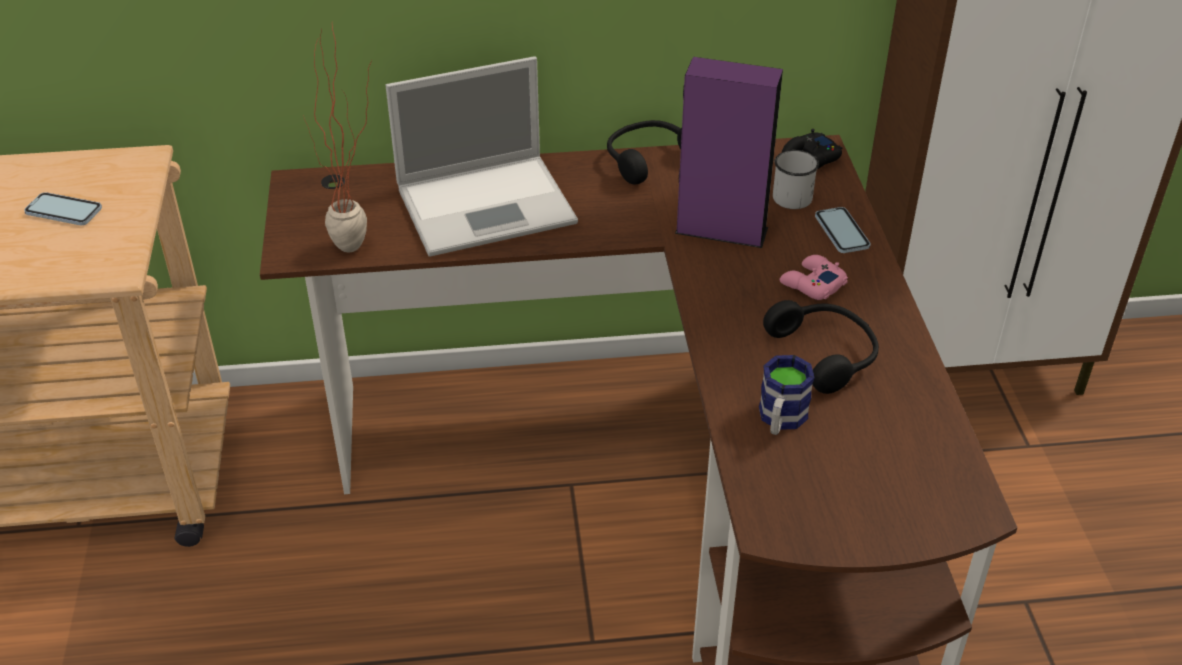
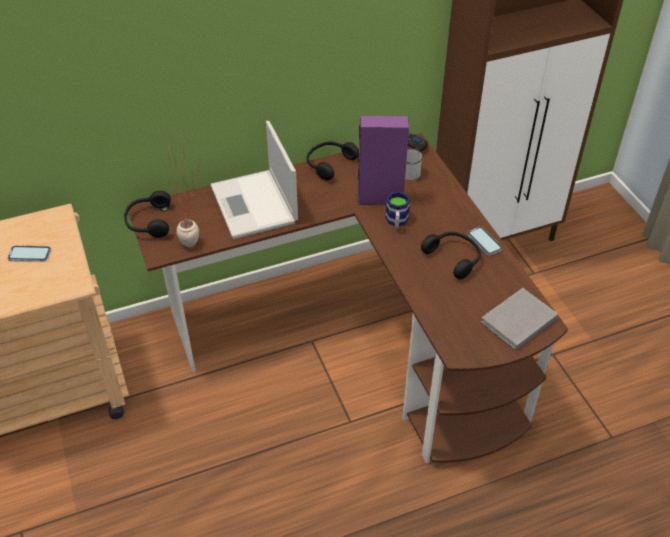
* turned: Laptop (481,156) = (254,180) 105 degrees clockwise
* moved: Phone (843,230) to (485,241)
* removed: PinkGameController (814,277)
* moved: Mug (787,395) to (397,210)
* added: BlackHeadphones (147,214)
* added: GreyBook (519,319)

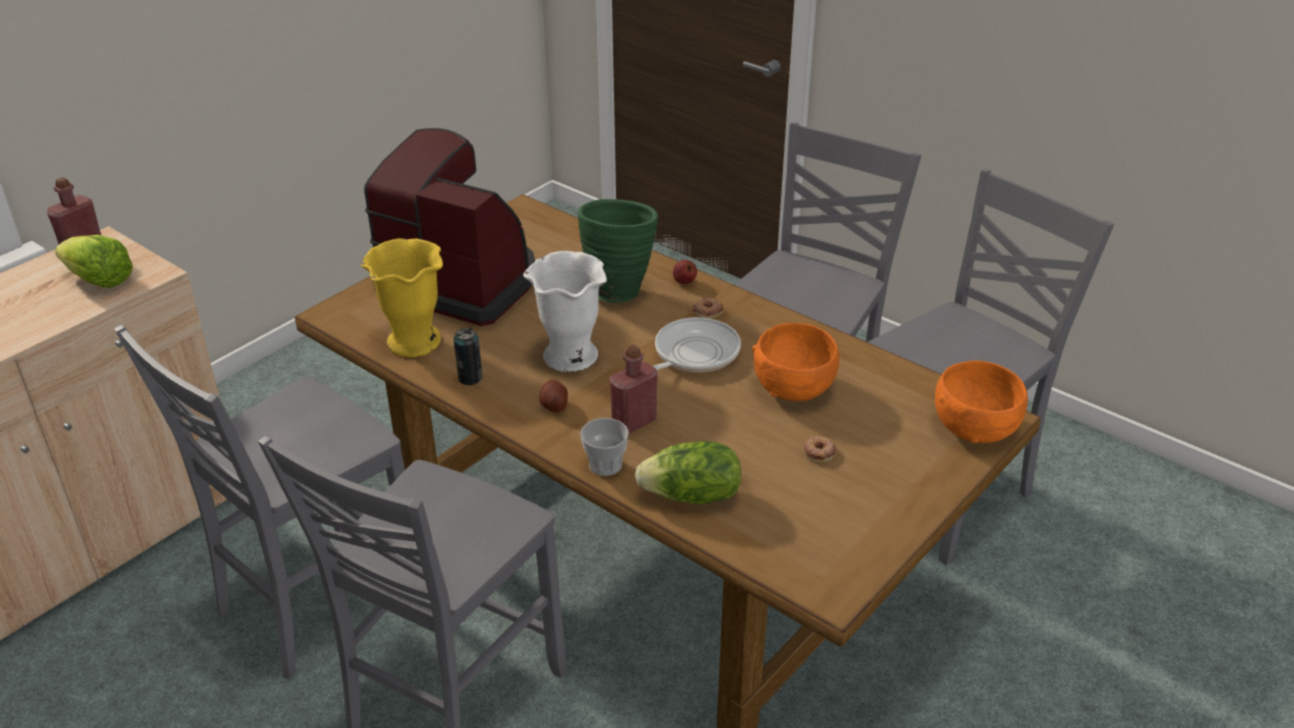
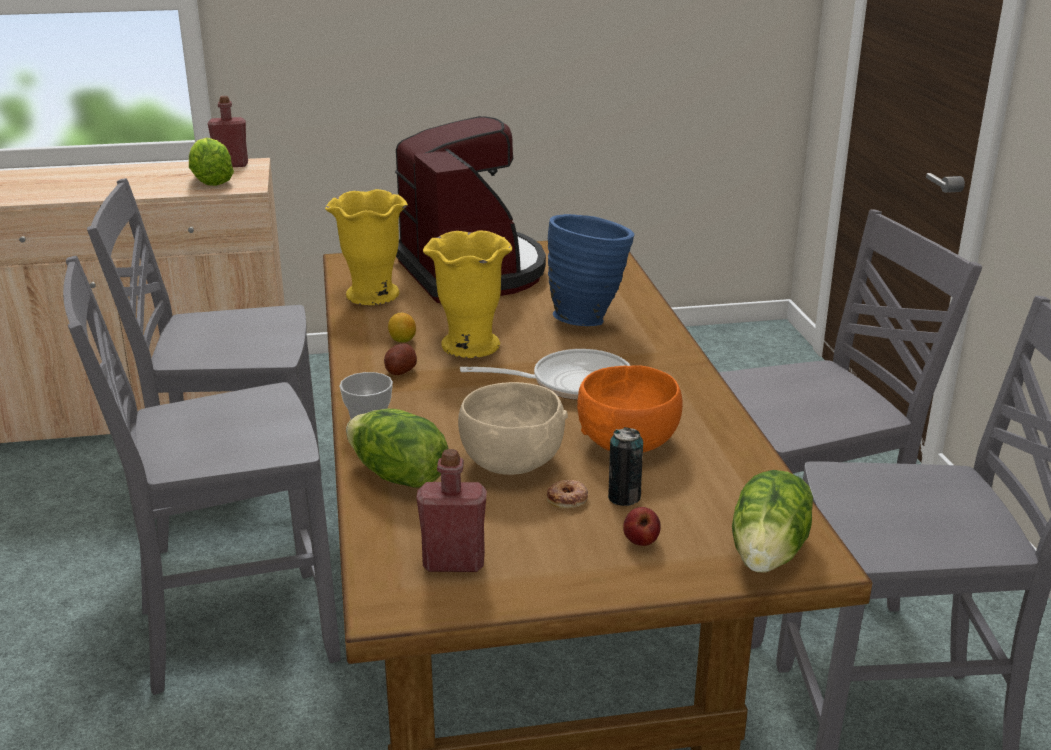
* recoloured: GreenVase (618,251) to BlueVase (591,270)
* recoloured: WhiteVase (565,311) to YellowVase (467,294)
* moved: Apple (685,272) to (642,526)
* removed: Donut (708,308)
* moved: Can (468,356) to (625,466)
* moved: RedBottle (633,389) to (451,510)
* replaced: OrangeBowl (981,401) to Lettuce (772,521)
* added: Lemon (402,327)
* added: BeigeBowl (513,428)

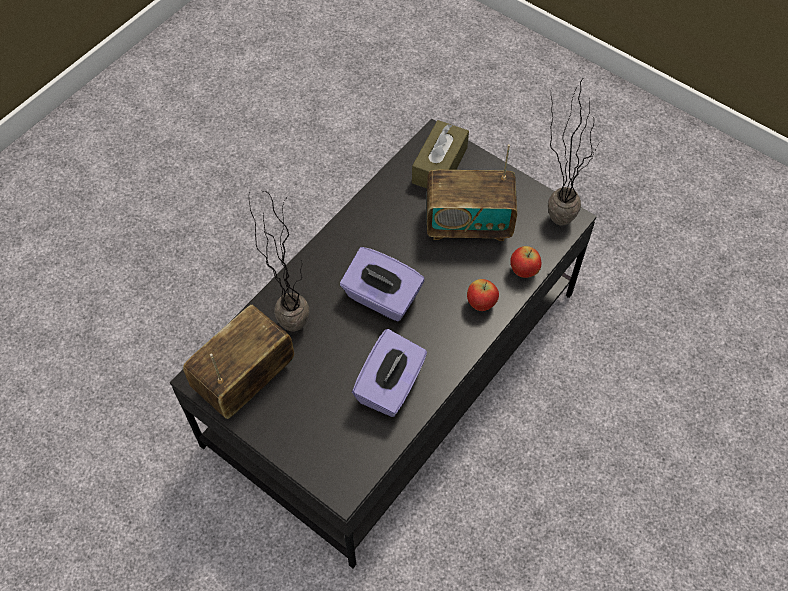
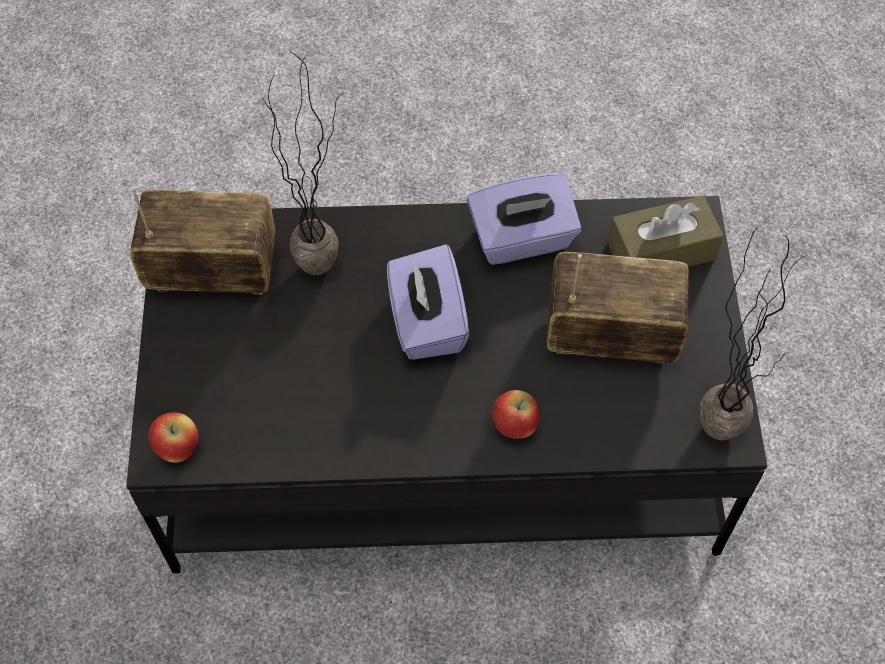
* turned: Radio (472,192) = (617,308) 135 degrees clockwise
* moved: Apple (525,262) to (173,437)
* moved: PurpleTissueBox (389,373) to (524,219)

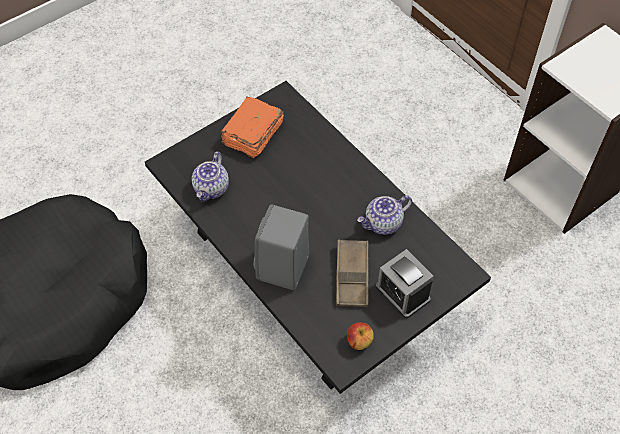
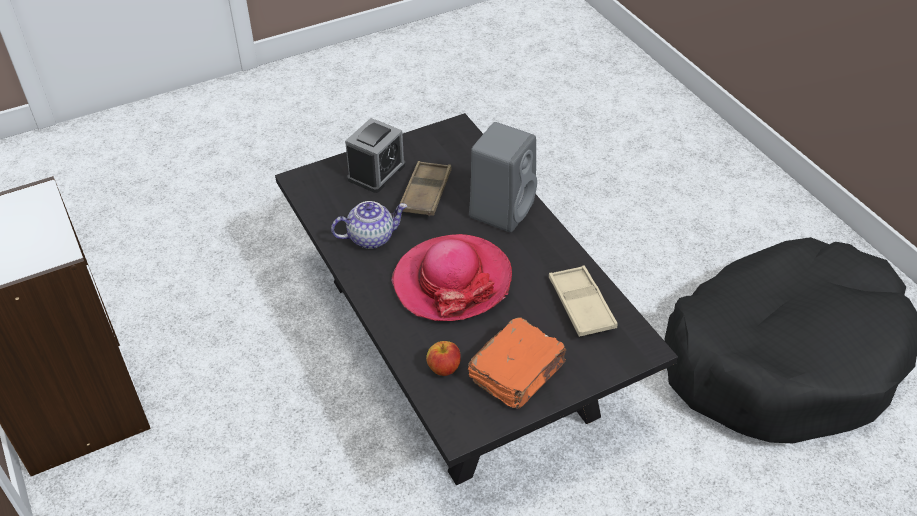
* replaced: Teapot (210,176) to BeigeTray (583,301)
* turned: AlarmClock (405,284) = (375,155) 60 degrees clockwise
* moved: Apple (360,336) to (443,358)
* added: Hat (451,277)

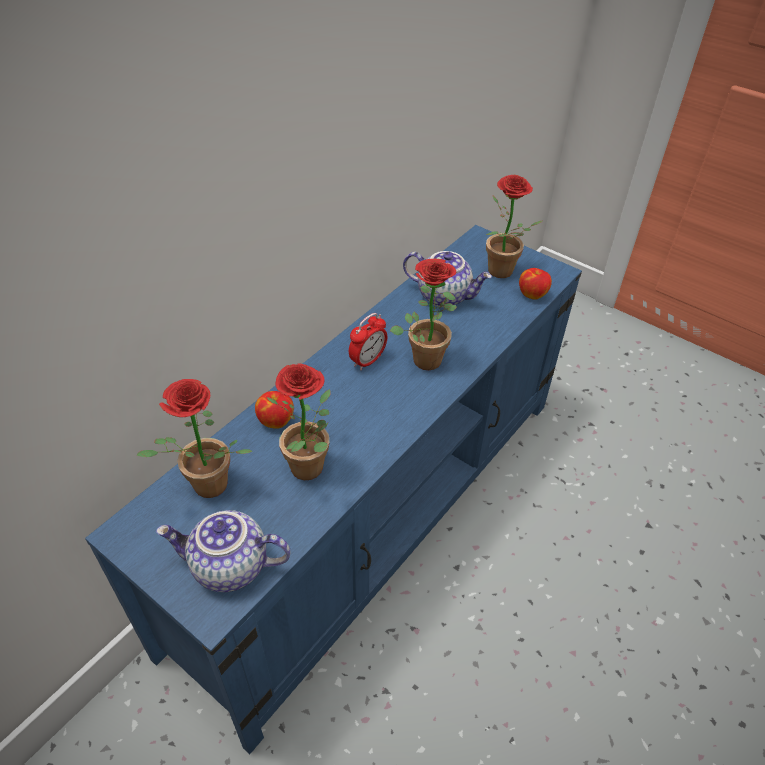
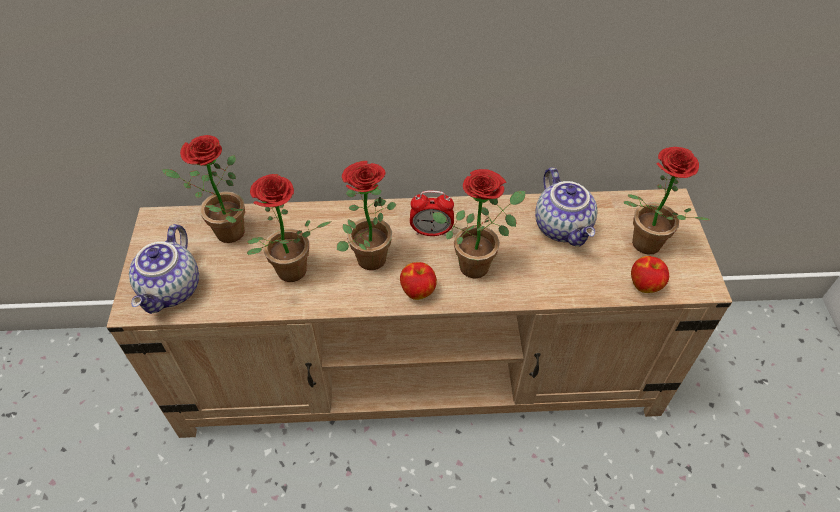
* recoloured: BlueTvStand (333,489) to BeigeTvStand (419,313)
* moved: Apple (274,410) to (418,281)
* turned: Teapot (223,551) = (164,269) 135 degrees counterclockwise
* added: PottedPlant (367,215)

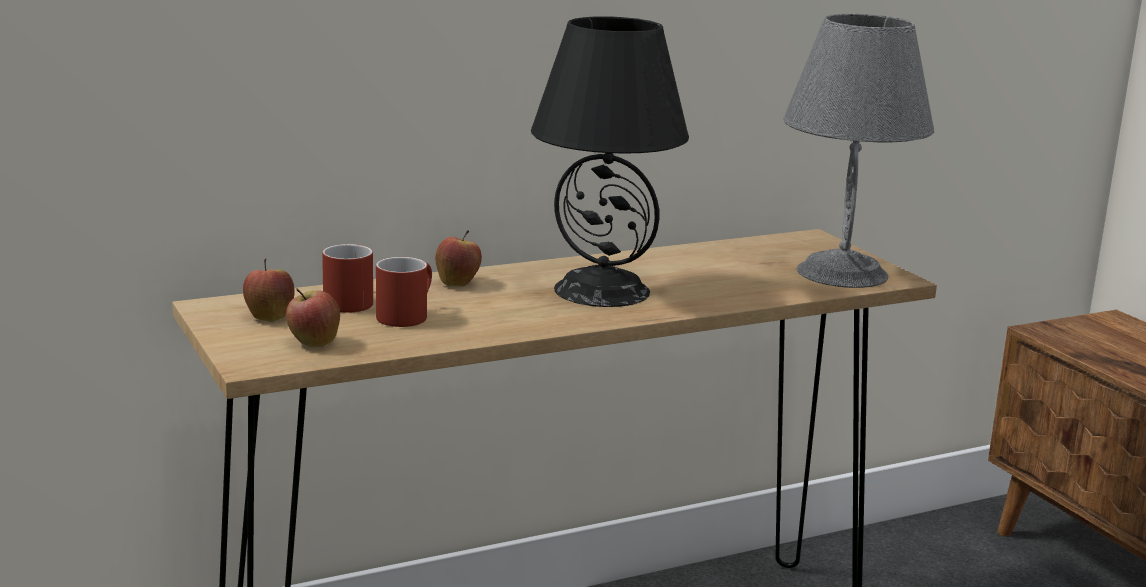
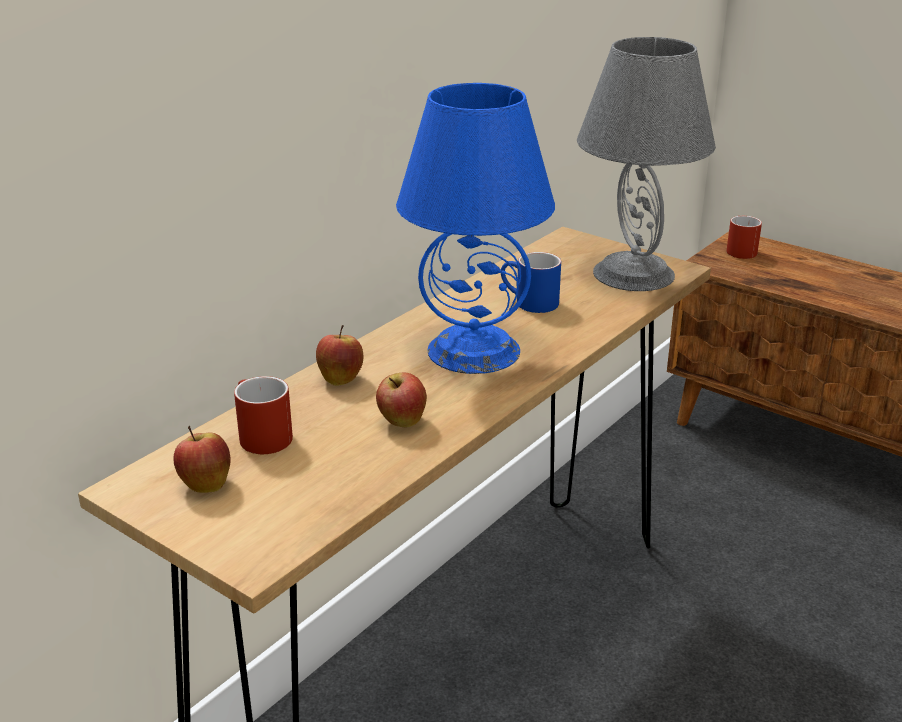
* recoloured: BlackTableLamp (610,161) to BlueTableLamp (475,228)
* moved: RedMug (404,292) to (744,237)
* moved: Apple (313,318) to (401,400)
* added: BlueMug (531,282)

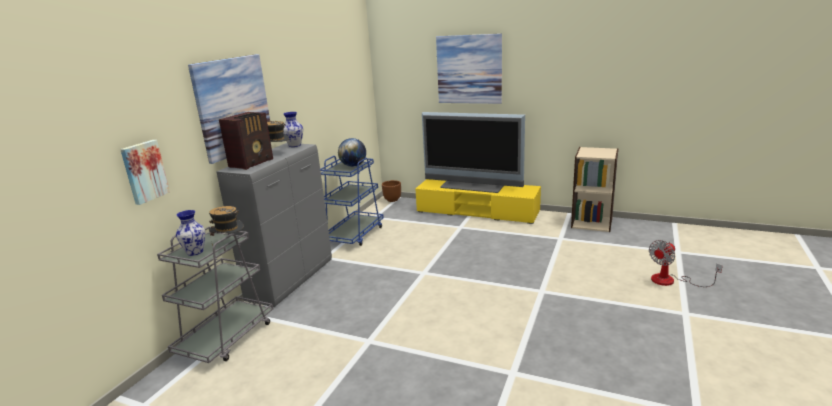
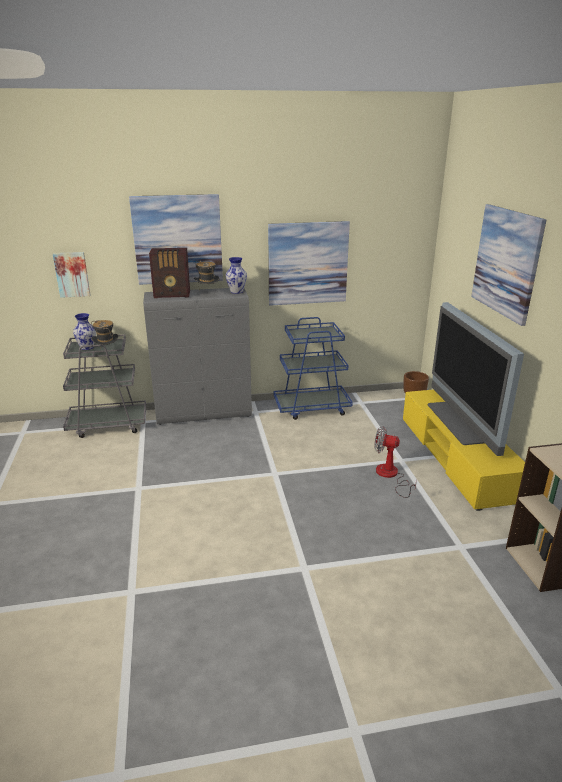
* removed: Globe (352,152)
* moved: Fan (686,263) to (395,462)
* added: Picture (309,263)

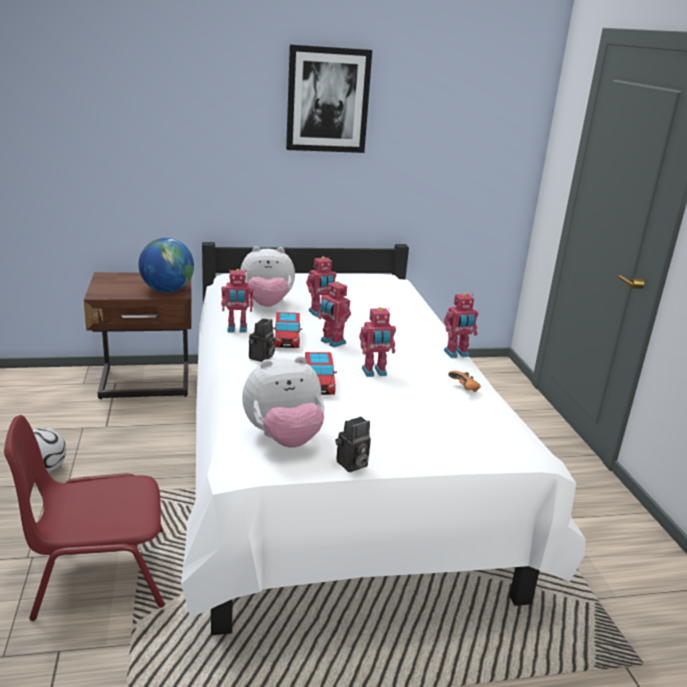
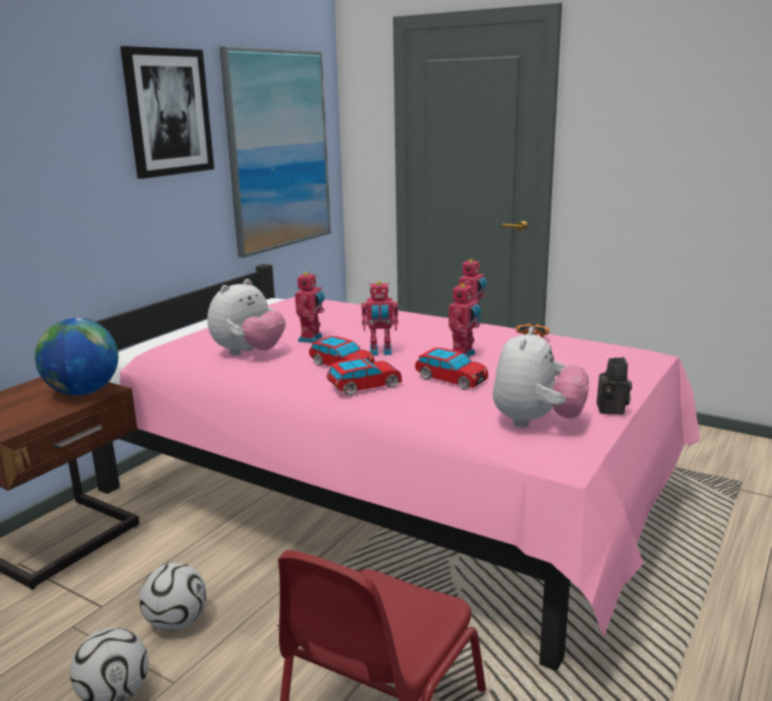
* recoloured: WhiteBed (383,438) to PinkBed (391,467)
* removed: ToyRobot (237,301)
* replaced: PhotoCamera (262,340) to ToyCar (364,376)
* added: Picture (275,152)
* added: Football (172,597)

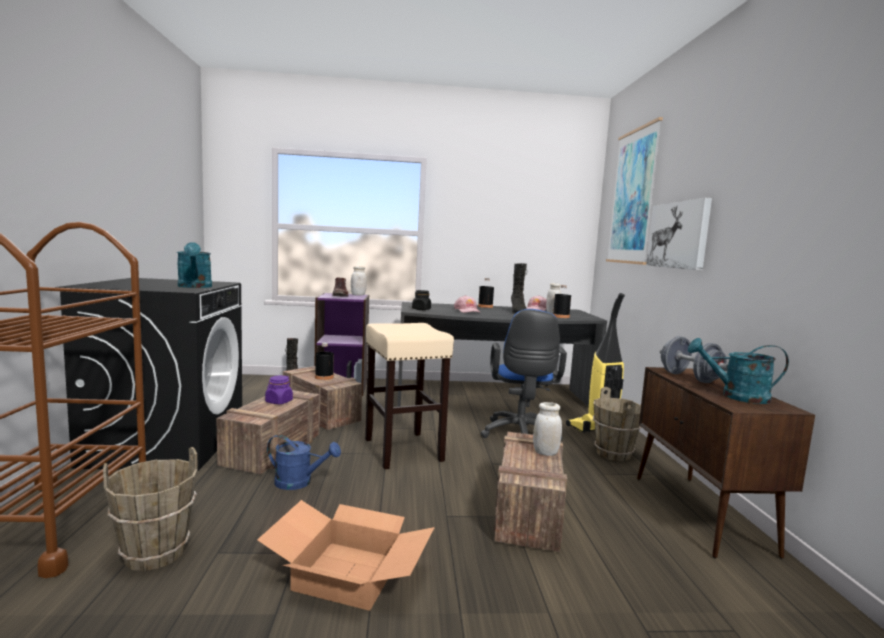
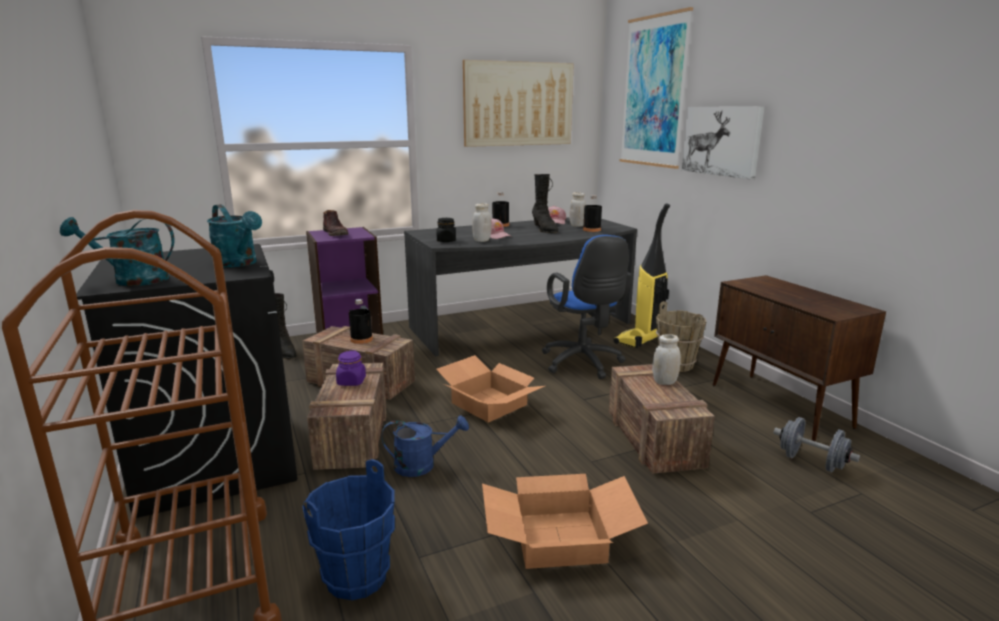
* moved: WhiteJar (359,281) to (482,222)
* replaced: BeigeStool (409,396) to CardboardBox (490,389)
* moved: GreyDumbbell (694,359) to (817,444)
* moved: TurquoiseWateringCan (738,371) to (117,251)
* recoloured: BrownBucket (150,509) to BlueBucket (348,530)
* added: Picture (518,103)

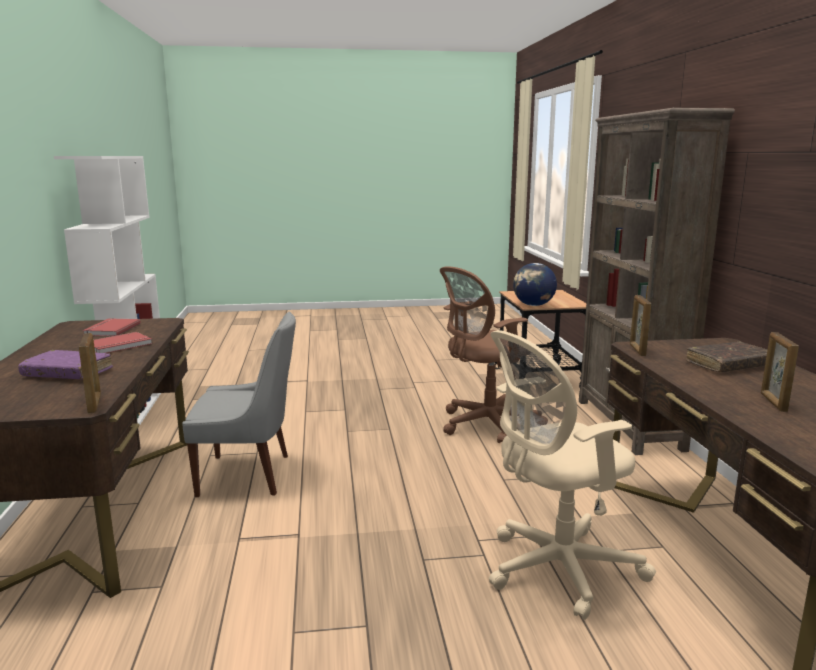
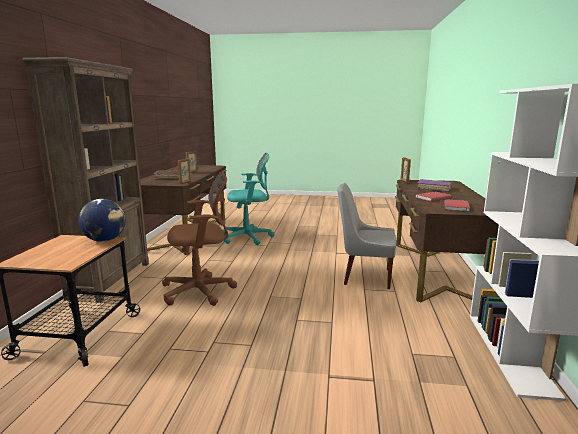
* recoloured: BeigeOfficeChair (572,475) to TurquoiseOfficeChair (248,198)

